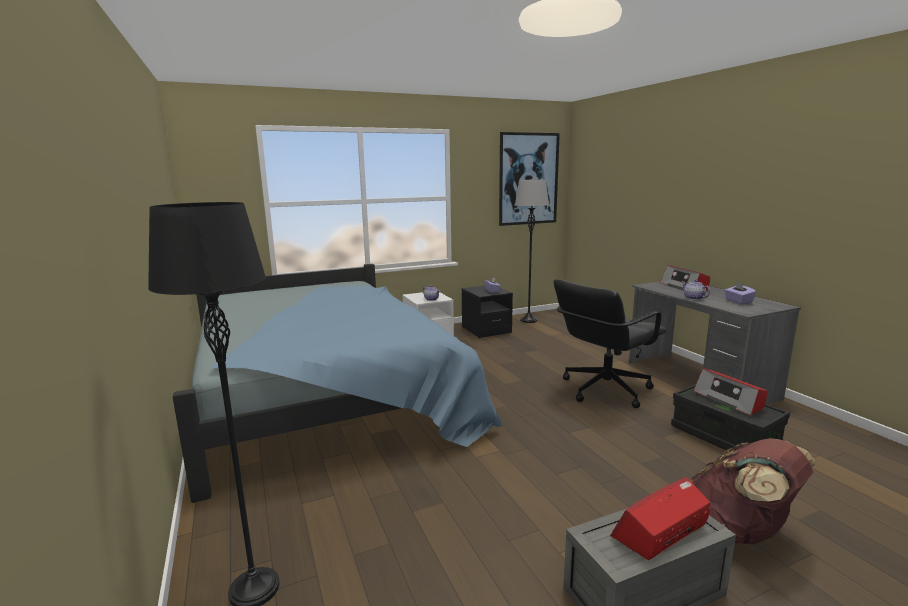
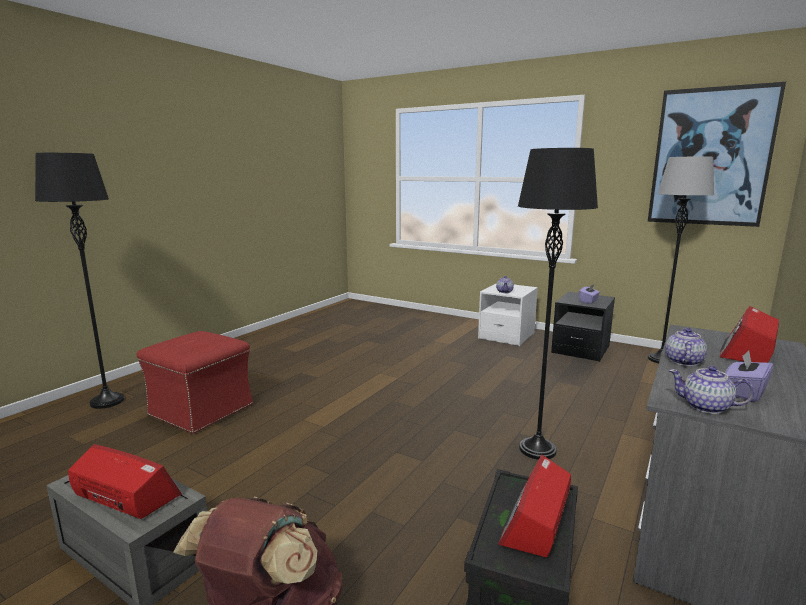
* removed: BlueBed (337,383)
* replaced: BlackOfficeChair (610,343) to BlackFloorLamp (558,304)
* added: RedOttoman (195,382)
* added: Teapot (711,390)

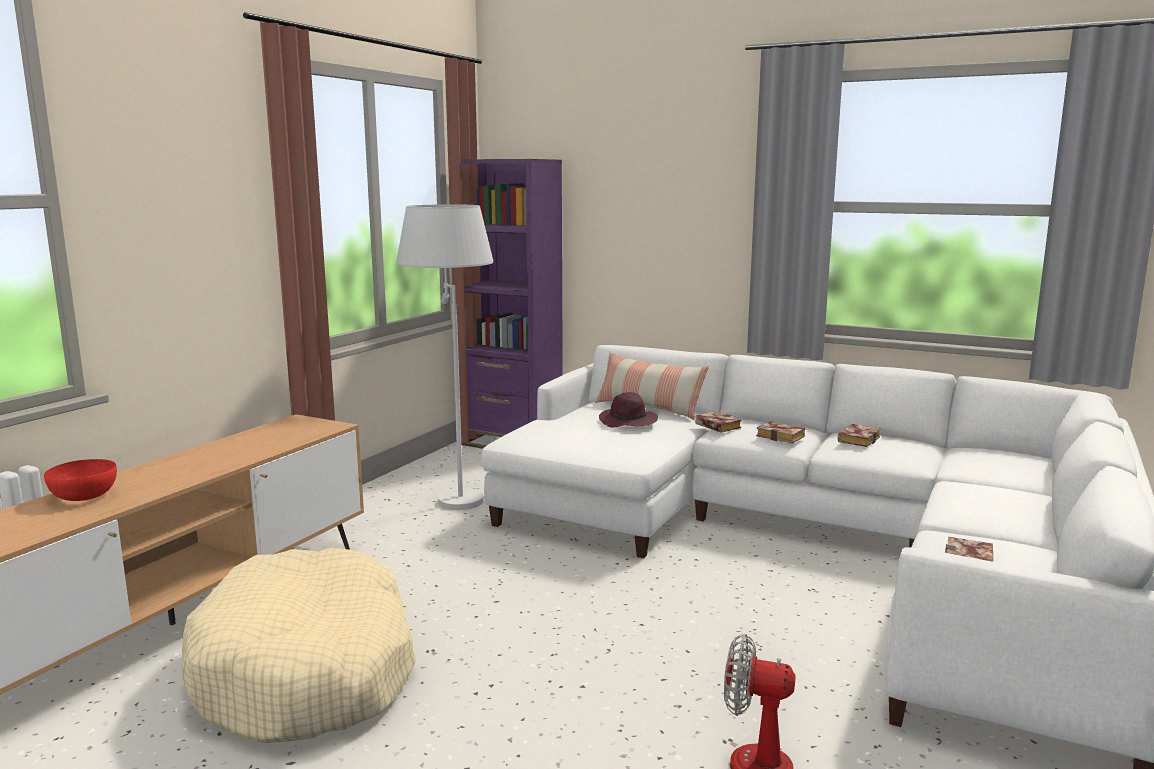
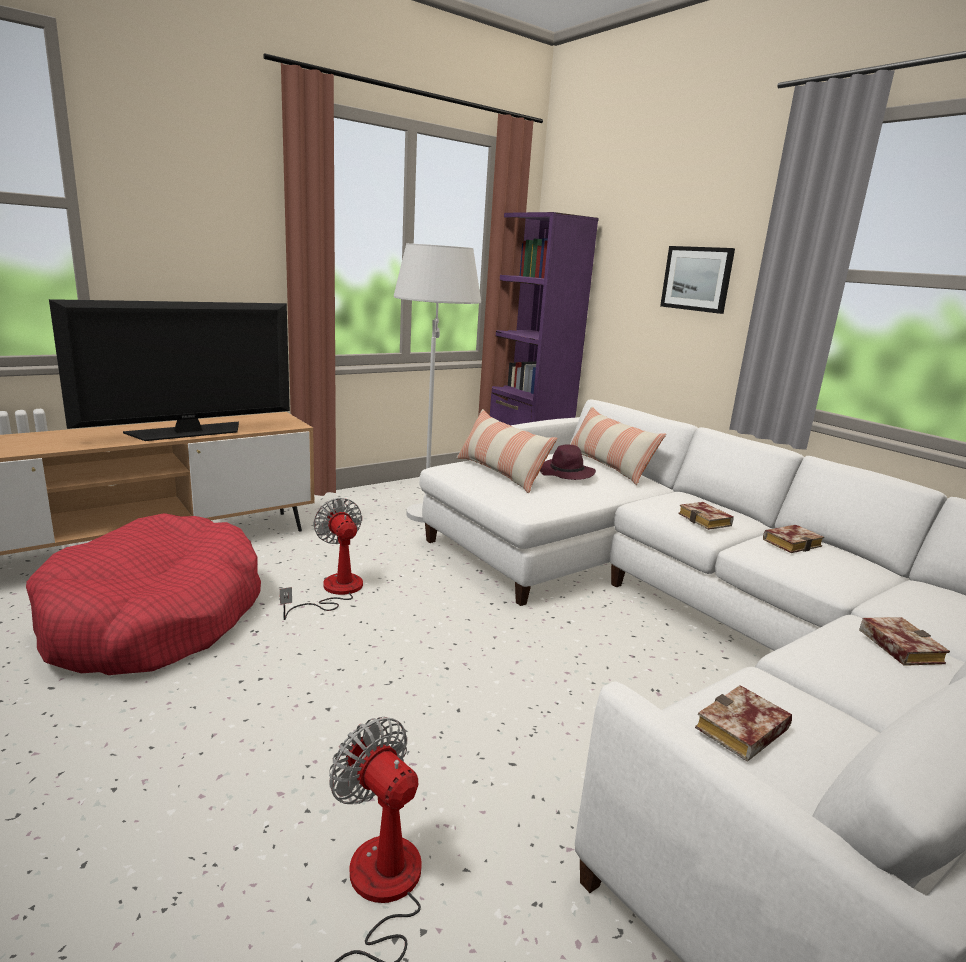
* moved: Book (718,422) to (904,641)
* removed: RedBowl (80,480)
* recoloured: BeigeDogBed (298,645) to RedDogBed (143,594)
* added: Picture (697,280)
* added: Television (169,370)
* added: Pillow (507,451)
* added: Fan (321,559)

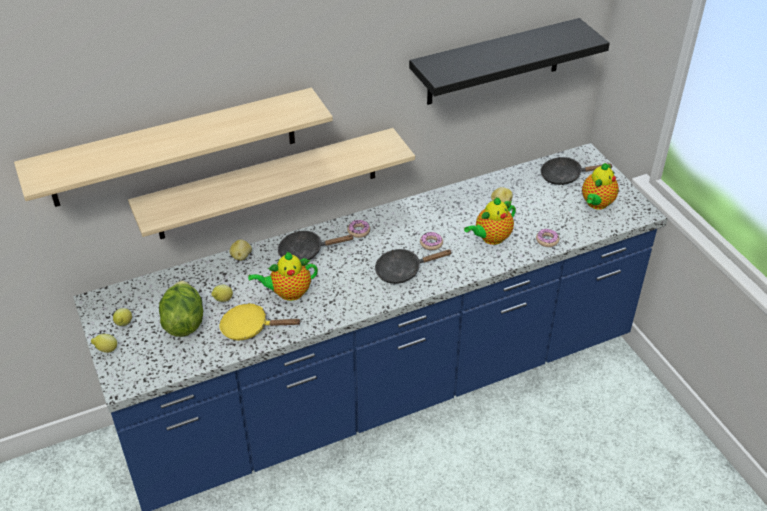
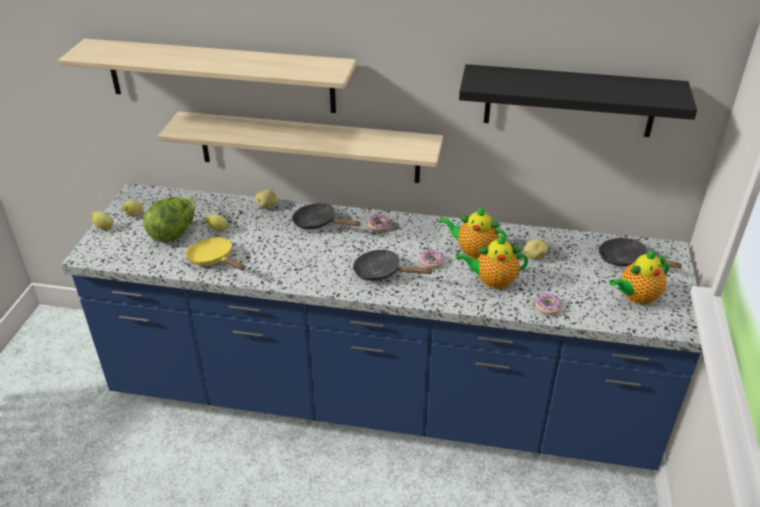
* moved: Teapot (283,276) to (473,233)

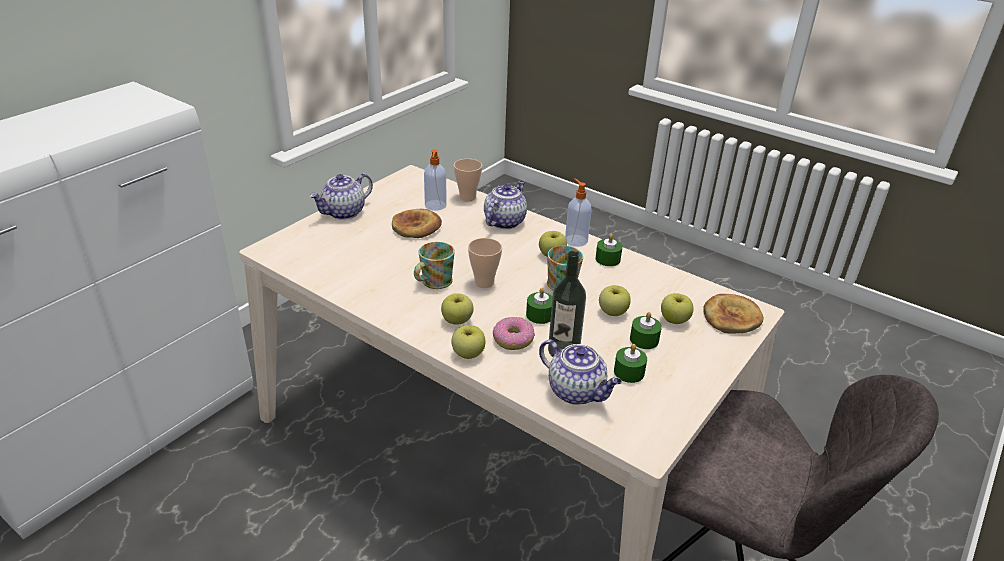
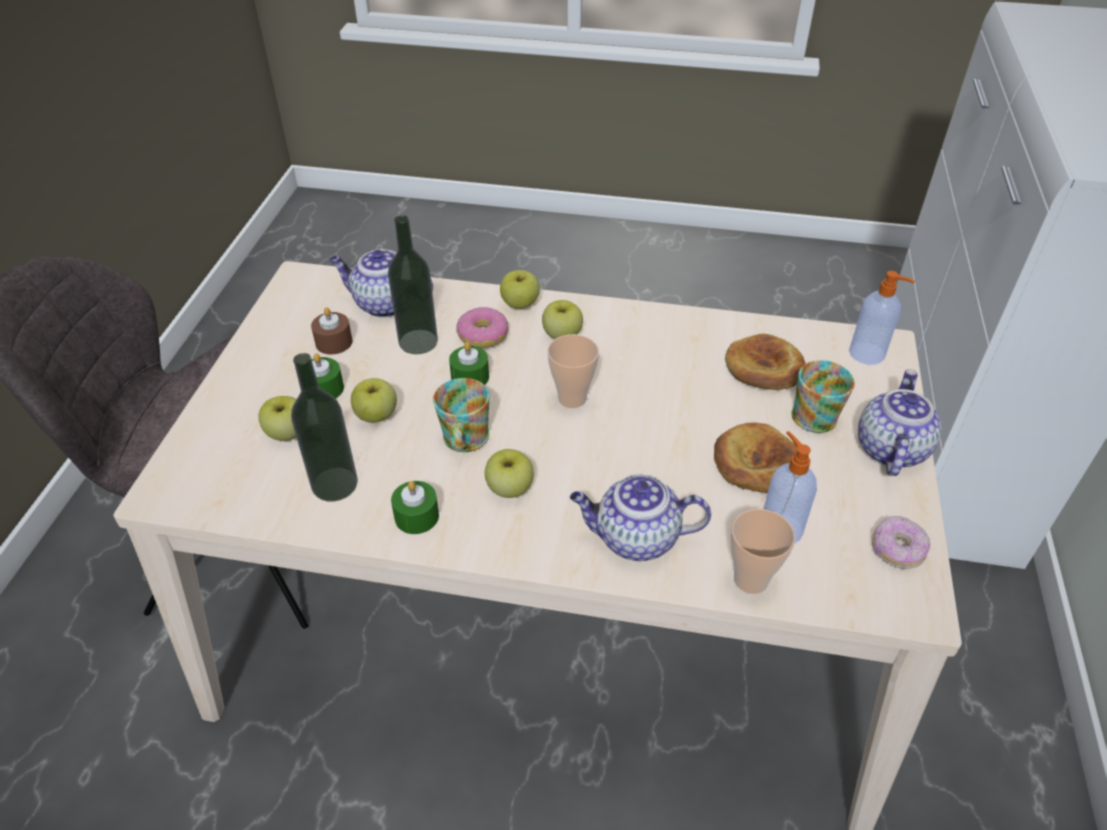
* moved: SoapDispenser (578,212) to (882,318)
* turned: Teapot (505,205) = (640,517) 90 degrees clockwise
* moved: Mug (434,265) to (823,396)
* moved: Bread (733,314) to (765,362)
* recoloured: GreenCandle (630,363) to BrownCandle (332,331)
* added: Bottle (324,427)
* added: Donut (901,542)

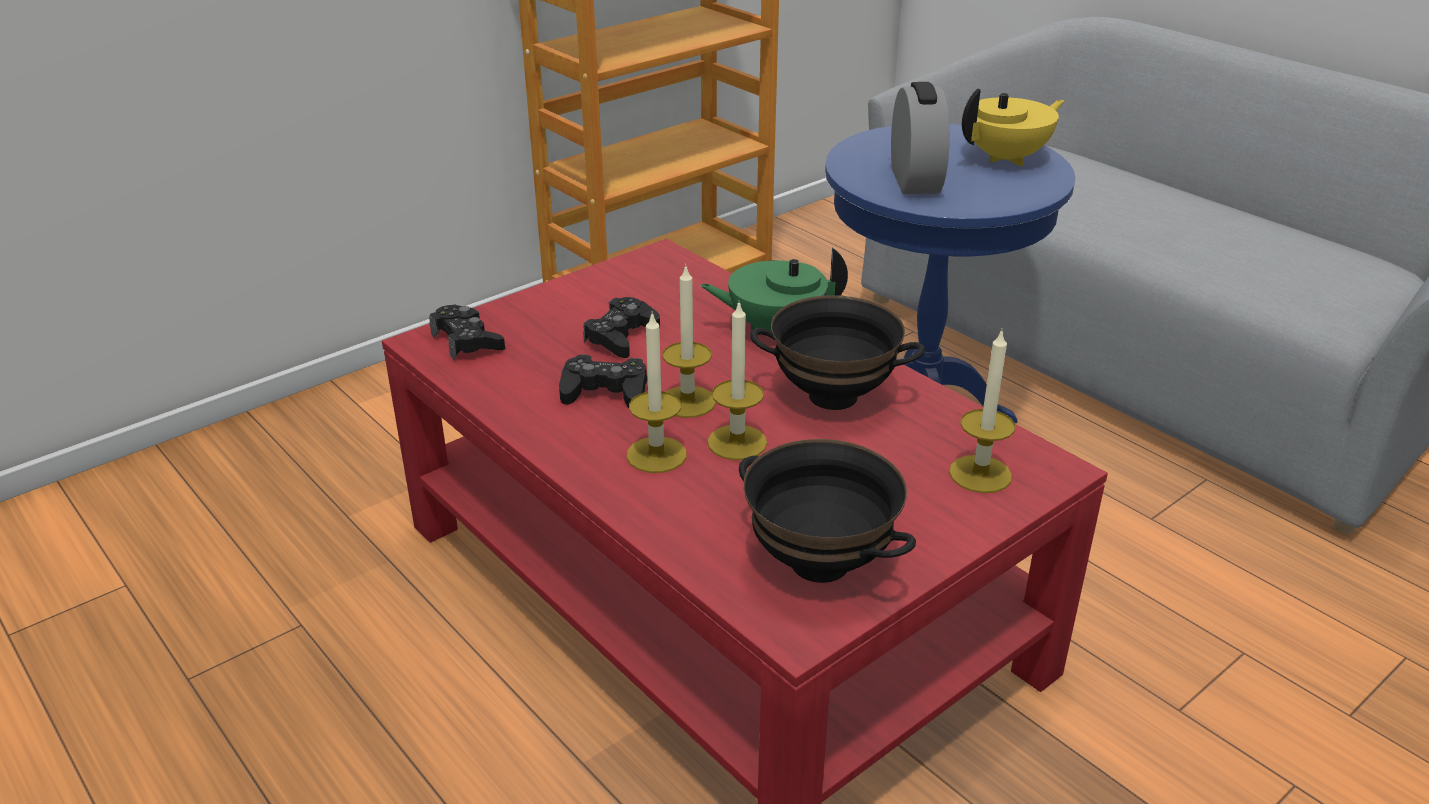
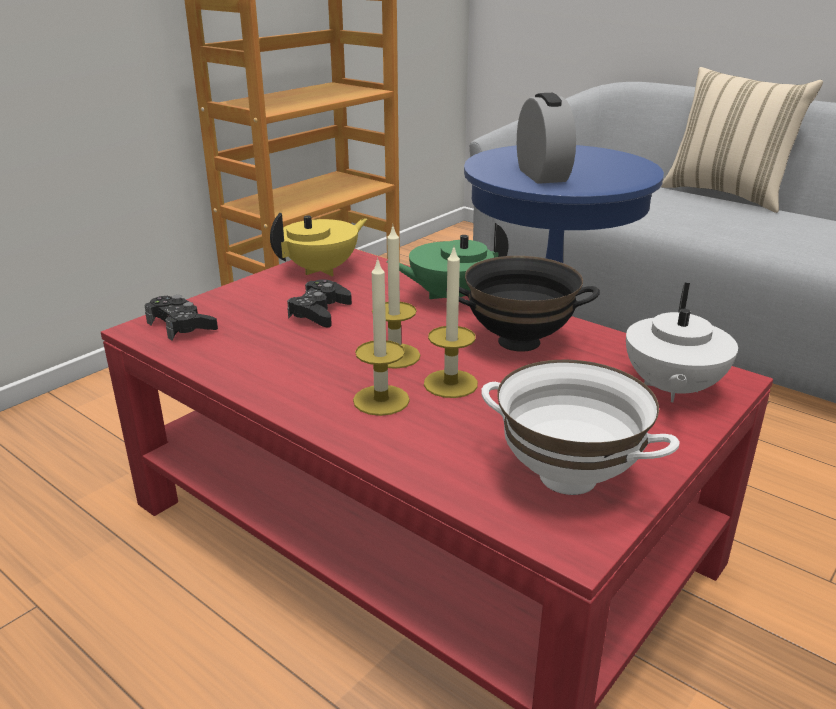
* moved: YellowTeapot (1013,127) to (319,244)
* replaced: Candle (982,410) to WhiteTeapot (682,342)
* removed: BlackGameController (603,381)
* recoloured: BlackBowl (827,511) to WhiteBowl (580,427)
* added: BeigePillow (742,140)

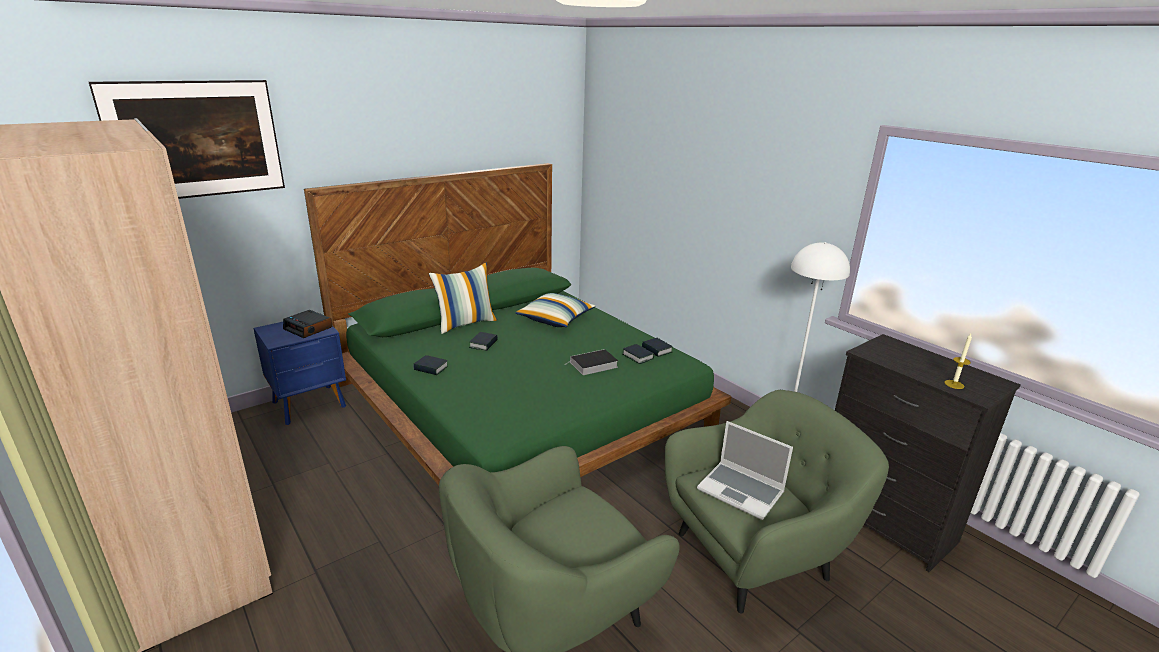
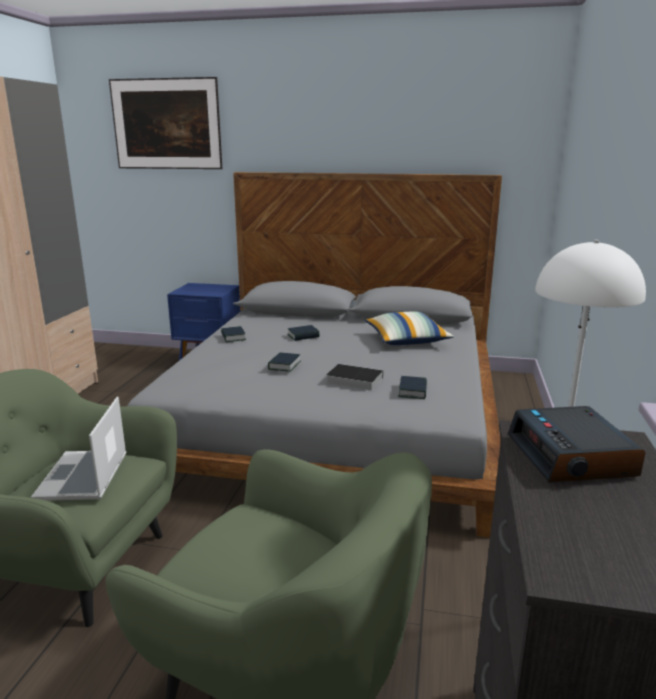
* recoloured: GreenBed (518,324) to GreyBed (314,355)
* removed: Pillow (463,298)
* moved: AlarmClock (308,324) to (576,444)
* removed: Candle (958,361)
* moved: Book (657,347) to (284,362)
* moved: Laptop (745,470) to (78,449)

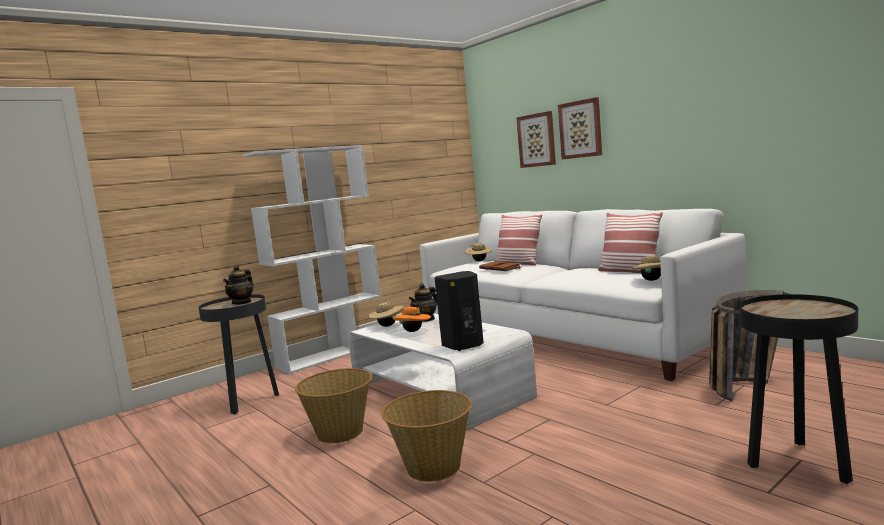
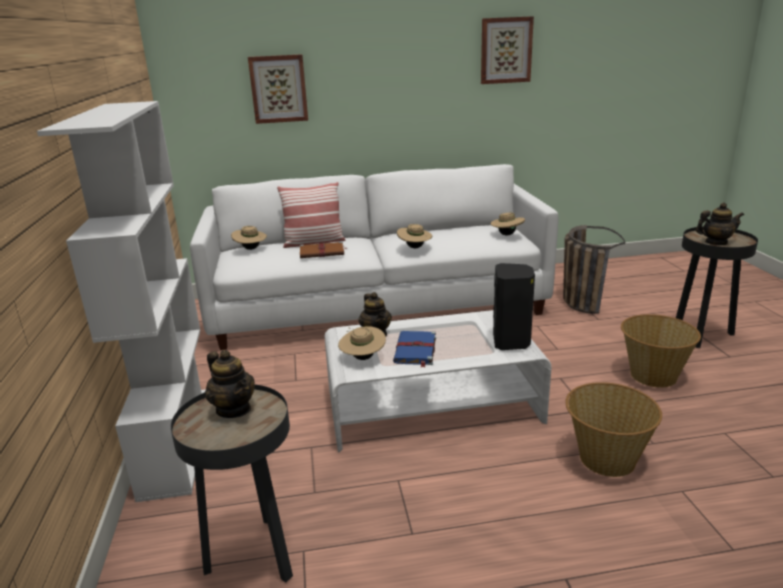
* moved: Picture (580,128) to (507,50)
* removed: Pillow (630,242)
* replaced: OrangeHat (411,319) to BlueBook (414,349)
* moved: Basket (333,405) to (661,351)
* added: Teapot (720,224)
* added: BeigeHat (414,236)

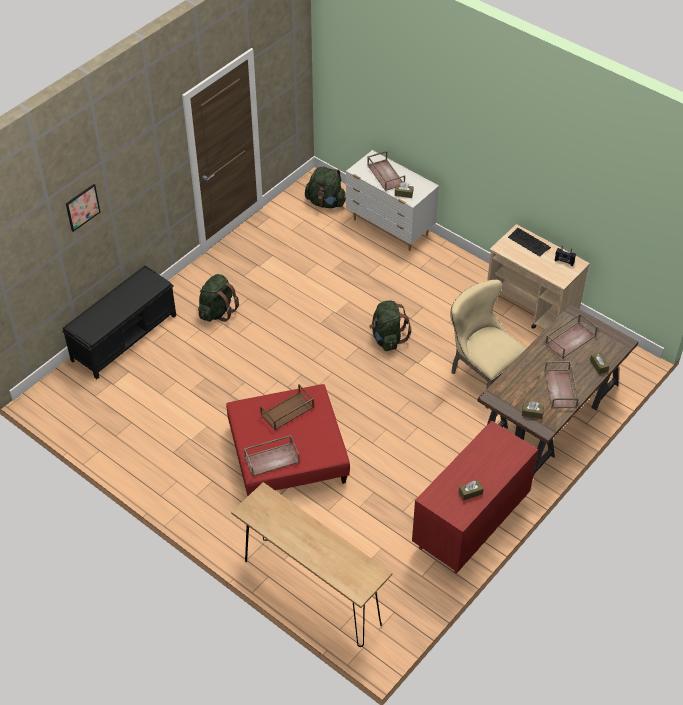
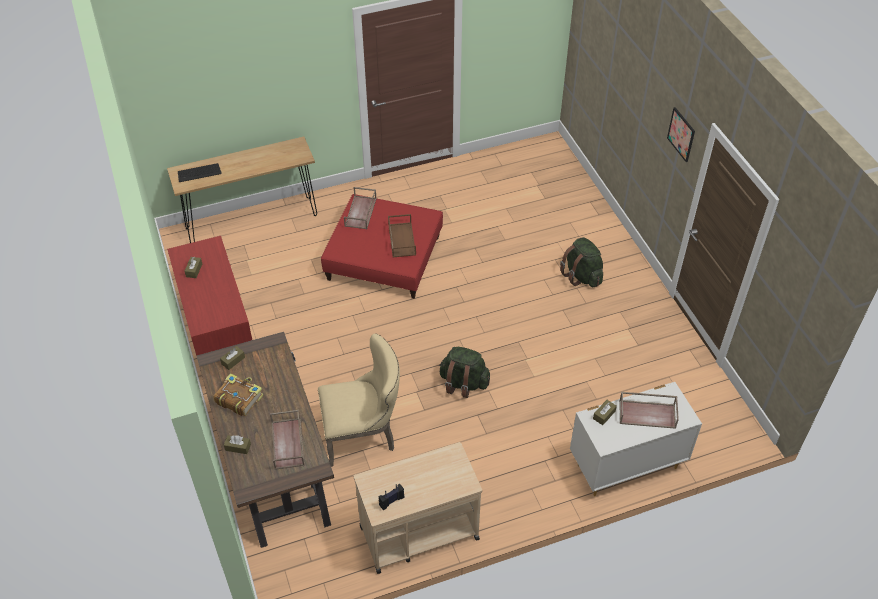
* removed: GreenBackpack (325,187)
* moved: Picture (83,208) to (681,134)
* moved: Keyboard (529,242) to (200,172)
* removed: BlackBench (119,322)
* replaced: BrownTray (561,384) to Book (238,394)

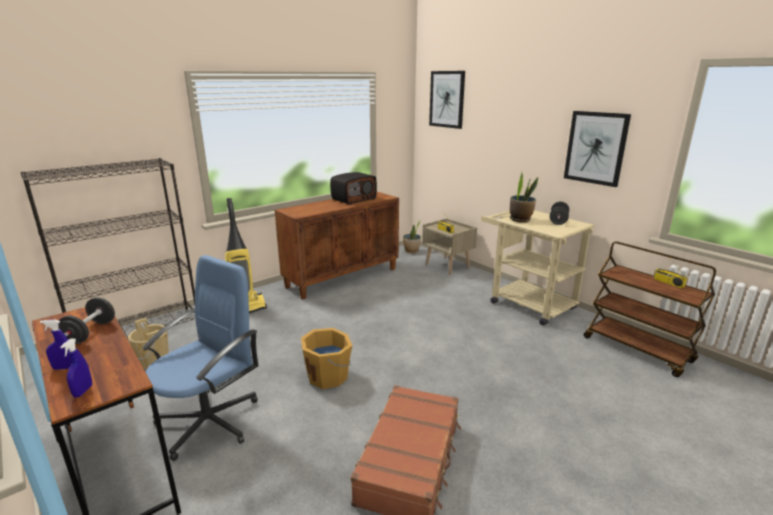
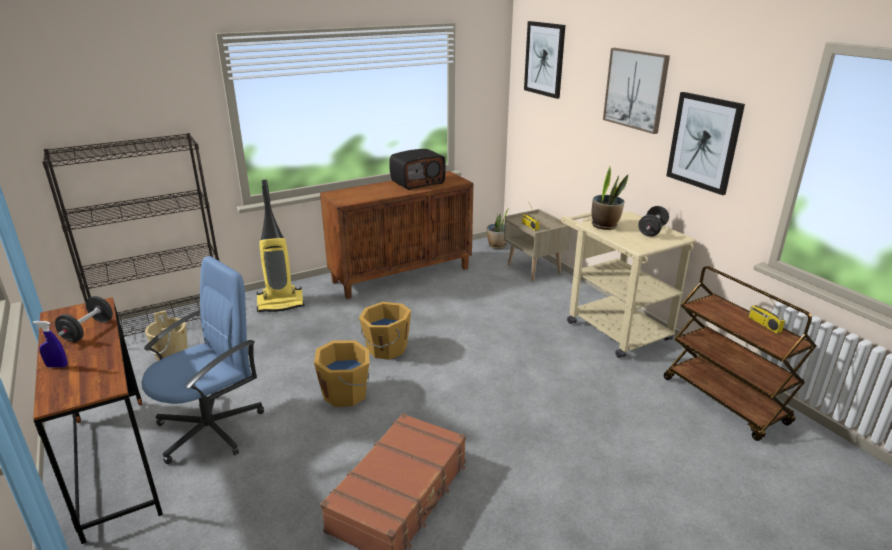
* removed: BlueSprayBottle (76,368)
* added: Picture (636,91)
* added: OrangeBucket (385,331)

